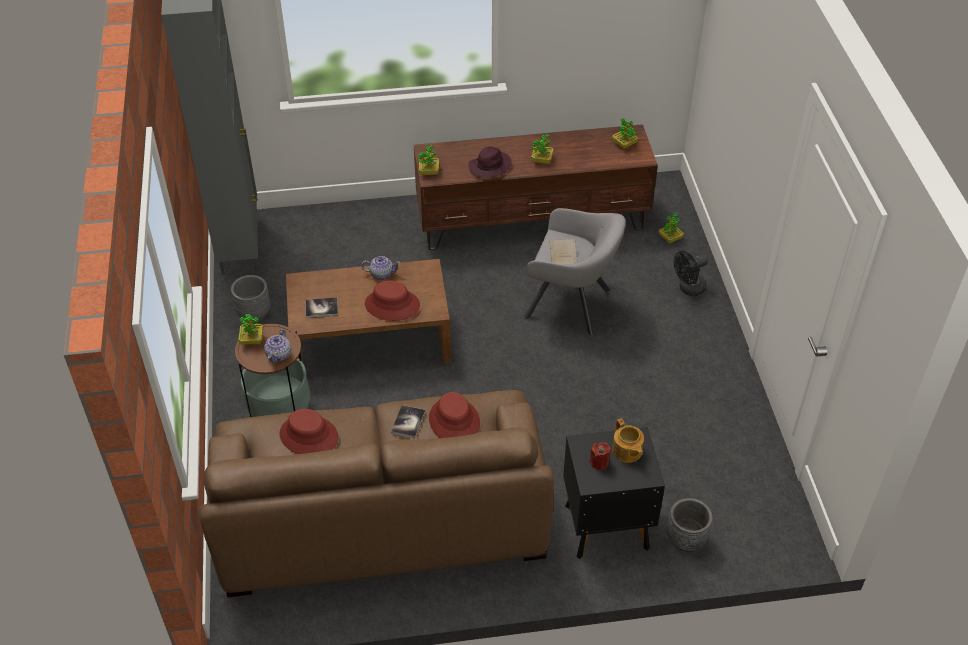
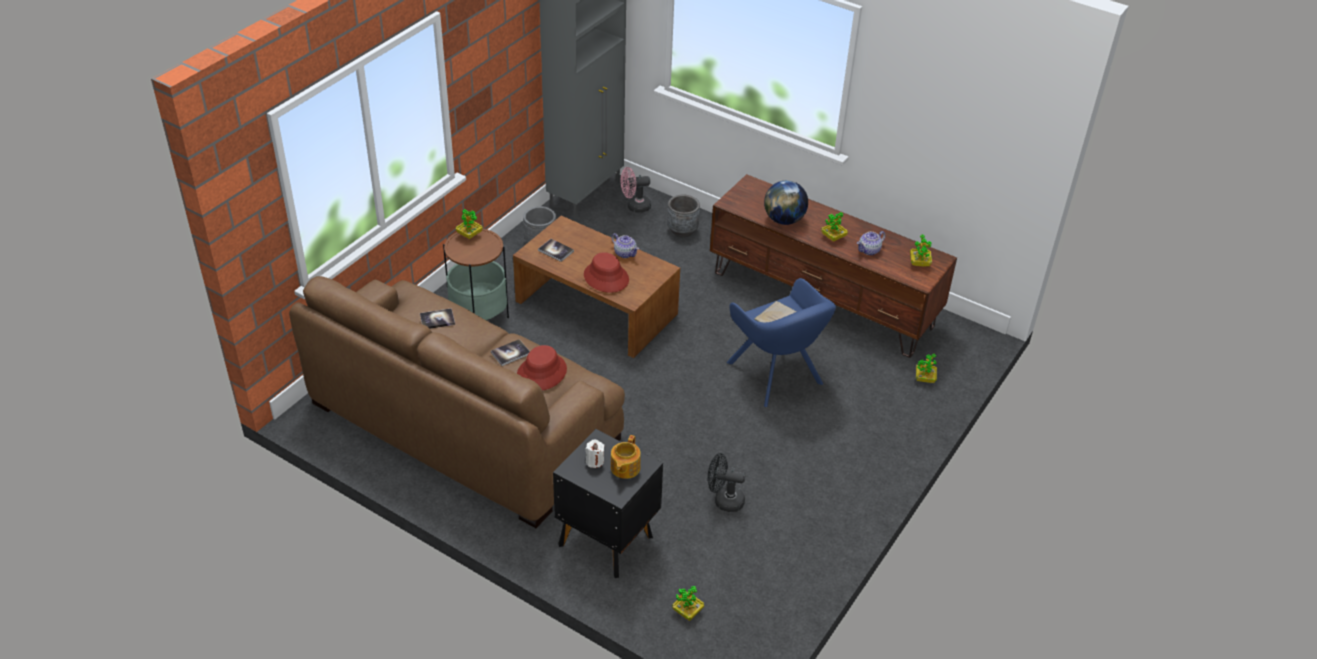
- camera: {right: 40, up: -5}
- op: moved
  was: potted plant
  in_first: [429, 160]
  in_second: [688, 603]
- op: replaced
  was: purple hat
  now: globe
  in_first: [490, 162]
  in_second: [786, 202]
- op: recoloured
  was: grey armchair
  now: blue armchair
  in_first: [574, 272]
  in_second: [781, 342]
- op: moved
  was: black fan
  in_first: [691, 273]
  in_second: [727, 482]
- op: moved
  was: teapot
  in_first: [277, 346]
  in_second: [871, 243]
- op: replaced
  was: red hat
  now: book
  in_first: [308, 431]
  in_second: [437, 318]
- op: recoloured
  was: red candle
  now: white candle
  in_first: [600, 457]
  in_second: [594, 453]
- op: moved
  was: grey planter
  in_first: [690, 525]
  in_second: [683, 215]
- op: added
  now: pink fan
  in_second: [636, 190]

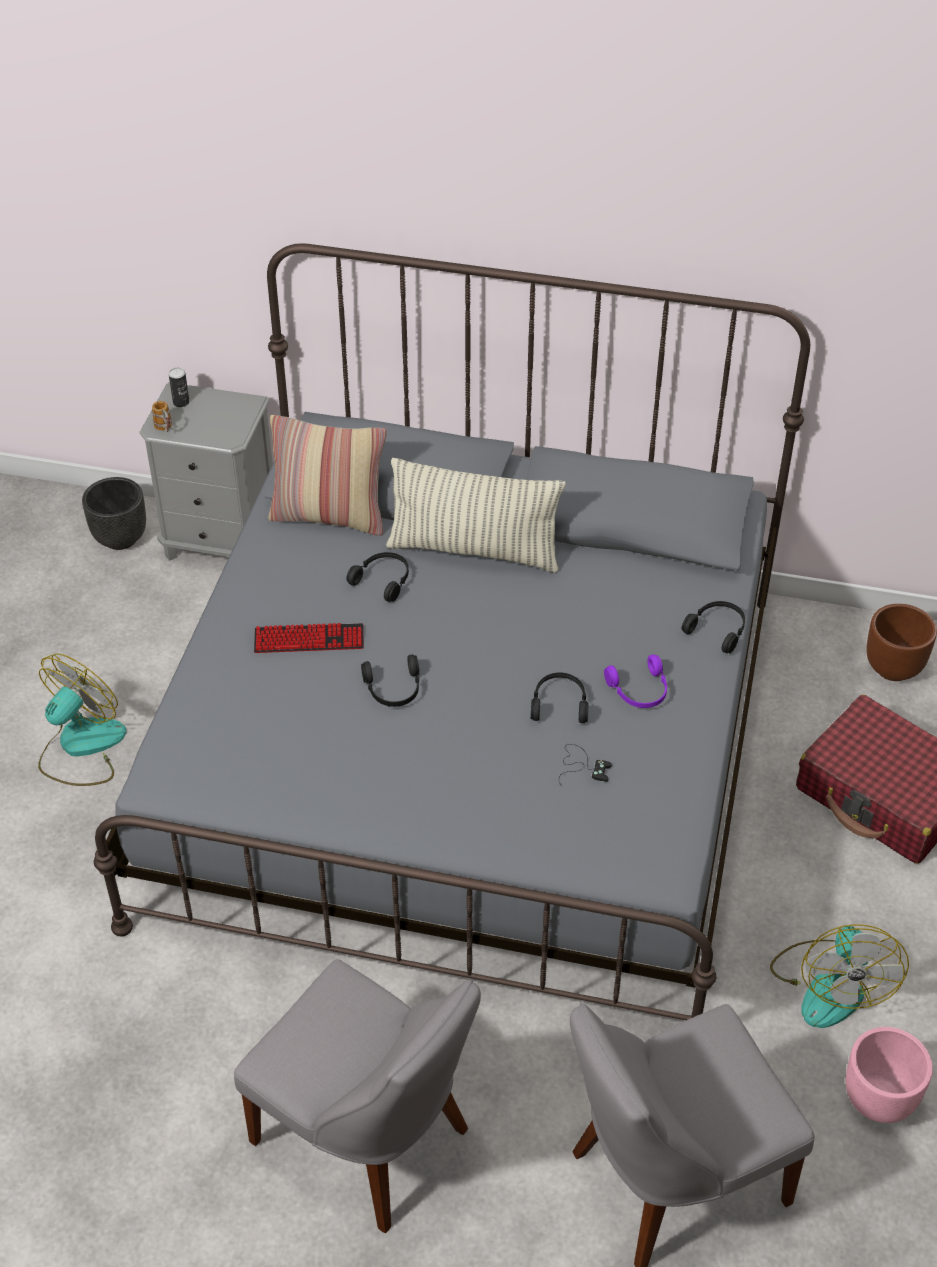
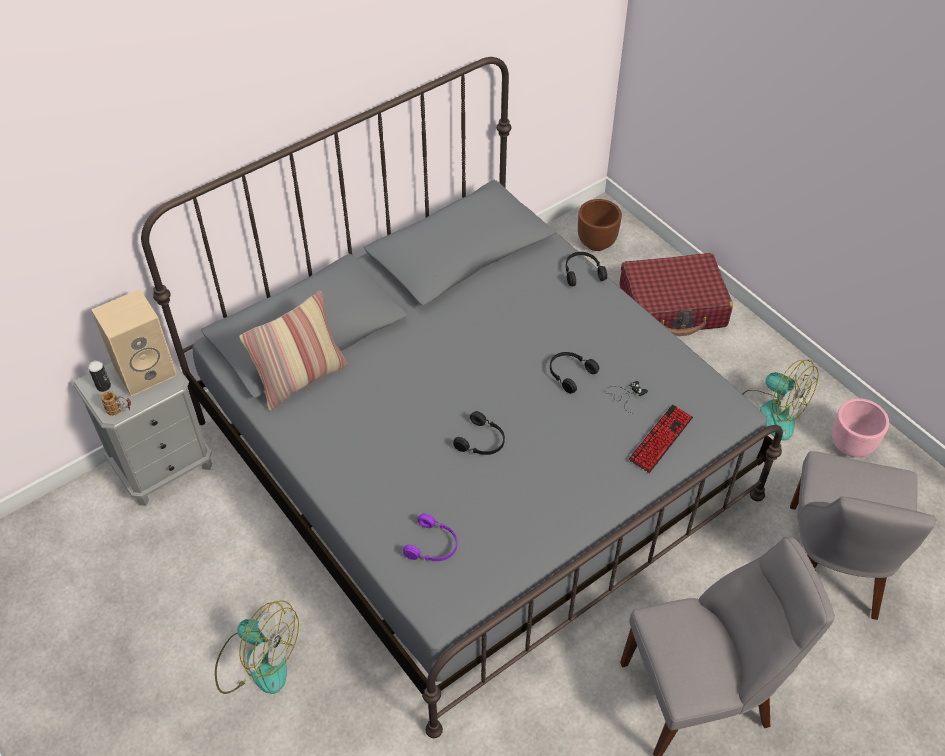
- camera: {right: -50, up: 5}
- op: removed
  was: pillow
  in_first: [476, 515]
- op: removed
  was: black planter
  in_first: [114, 513]
- op: removed
  was: black headphones
  in_first: [377, 577]
- op: moved
  was: keyboard
  in_first: [309, 638]
  in_second: [660, 439]
- op: turned
  was: fan
  in_first: [82, 719]
  in_second: [257, 647]
  clockwise: 135
- op: moved
  was: purple headphones
  in_first: [635, 681]
  in_second: [430, 537]
- op: added
  now: beige speaker
  in_second: [134, 342]

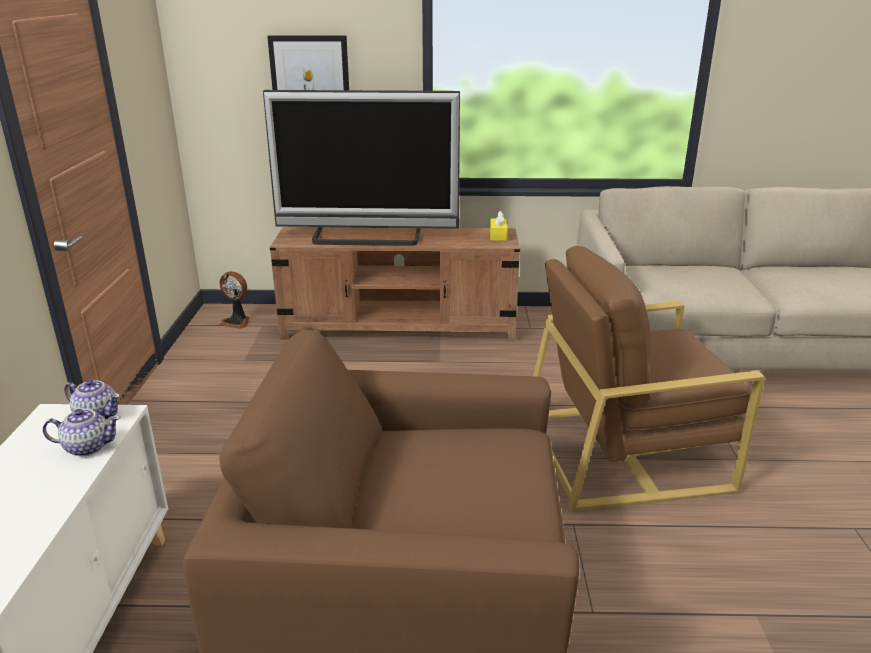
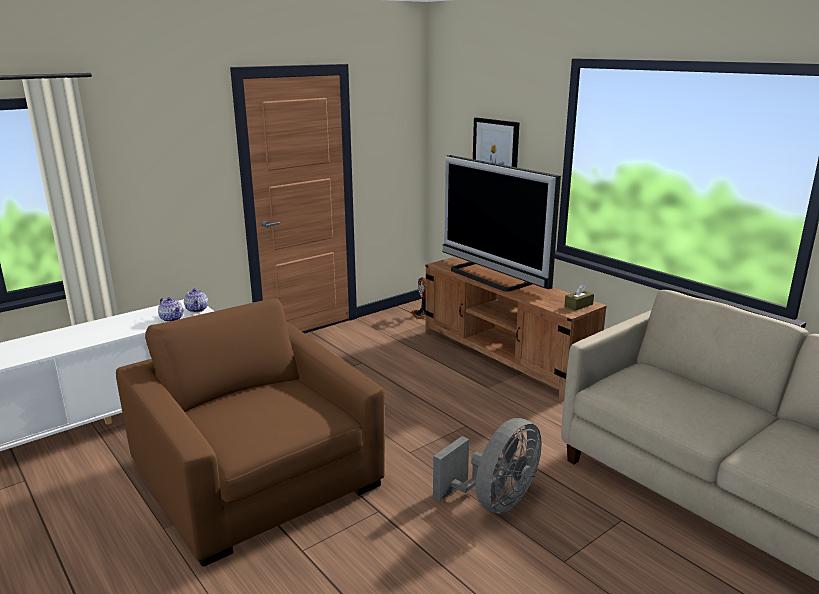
- camera: {right: 50, up: -5}
- op: recoloured
  was: yellow tissue box
  now: brown tissue box
  in_first: [498, 226]
  in_second: [579, 297]
- op: replaced
  was: brown armchair
  now: grey fan
  in_first: [649, 378]
  in_second: [487, 466]

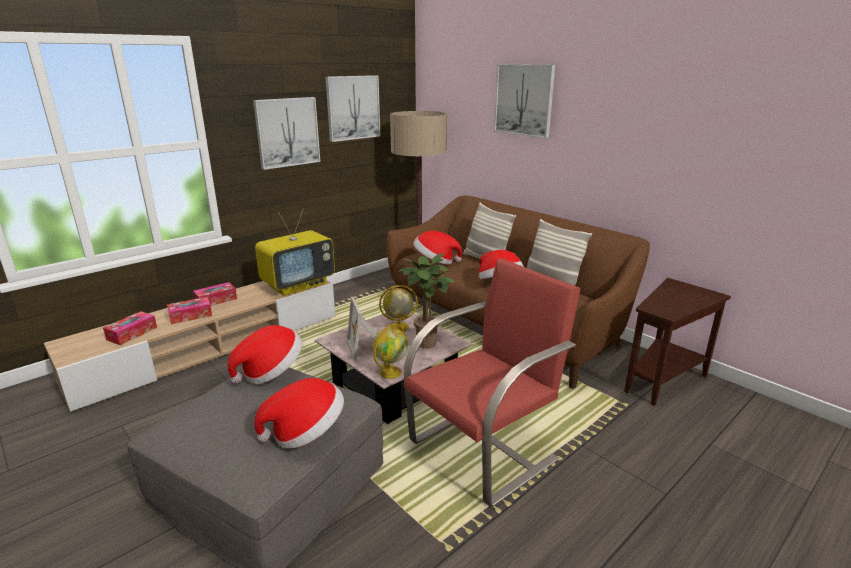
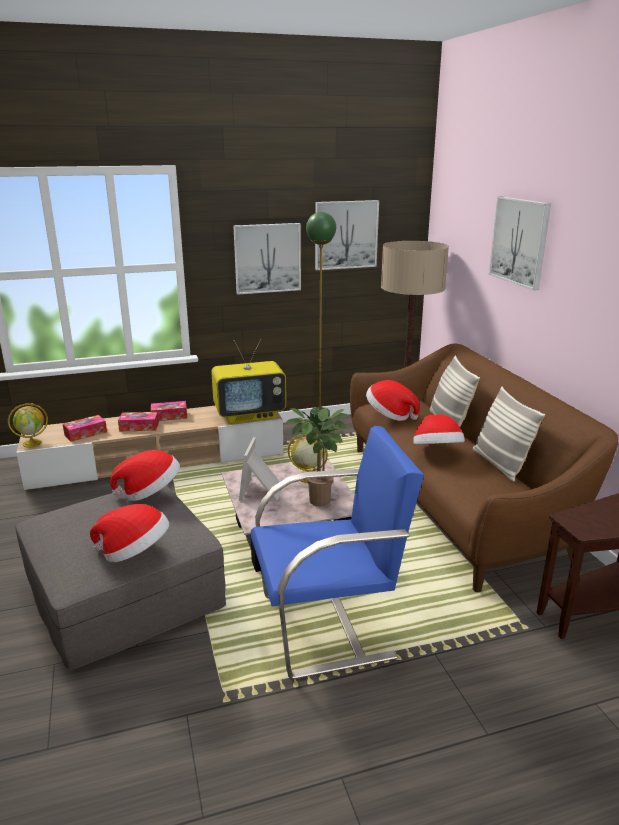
- camera: {right: 25, up: 0}
- op: recoloured
  was: red armchair
  now: blue armchair
  in_first: [492, 383]
  in_second: [337, 553]
- op: moved
  was: globe
  in_first: [390, 351]
  in_second: [28, 425]
- op: added
  now: green floor lamp
  in_second: [321, 323]

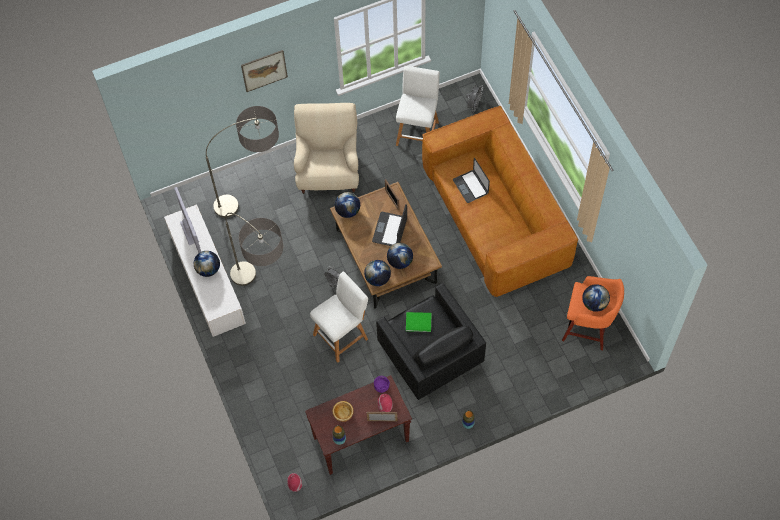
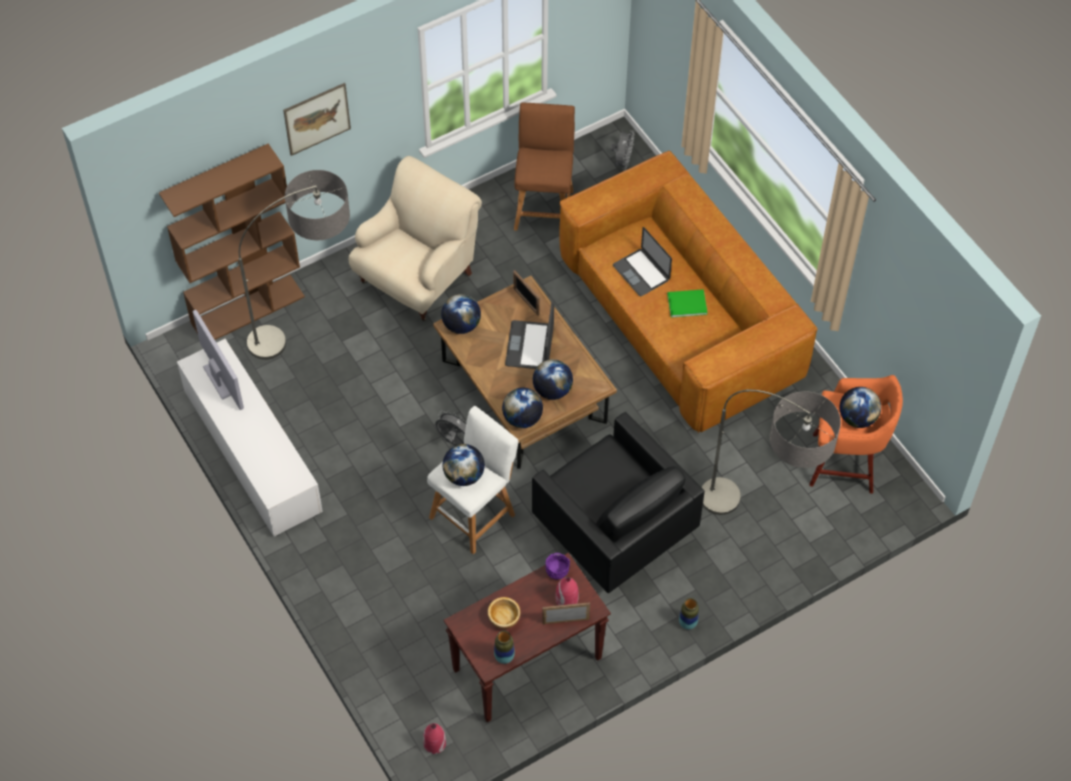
- camera: {right: -10, up: -5}
- op: recoloured
  was: white stool
  now: brown stool
  in_first: [418, 106]
  in_second: [544, 167]
- op: turned
  was: beige armchair
  in_first: [326, 148]
  in_second: [415, 238]
  clockwise: 45
- op: moved
  was: floor lamp
  in_first: [254, 249]
  in_second: [771, 452]
- op: moved
  was: globe
  in_first: [207, 264]
  in_second: [464, 465]
- op: moved
  was: green book
  in_first: [419, 322]
  in_second: [687, 303]
- op: added
  now: brown bookcase
  in_second: [232, 242]

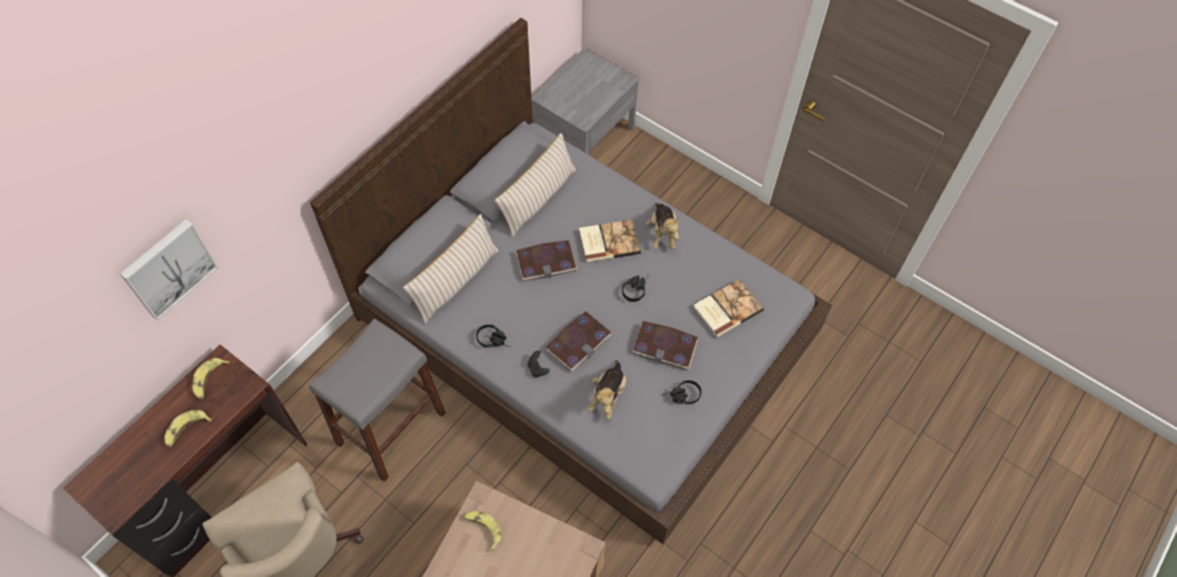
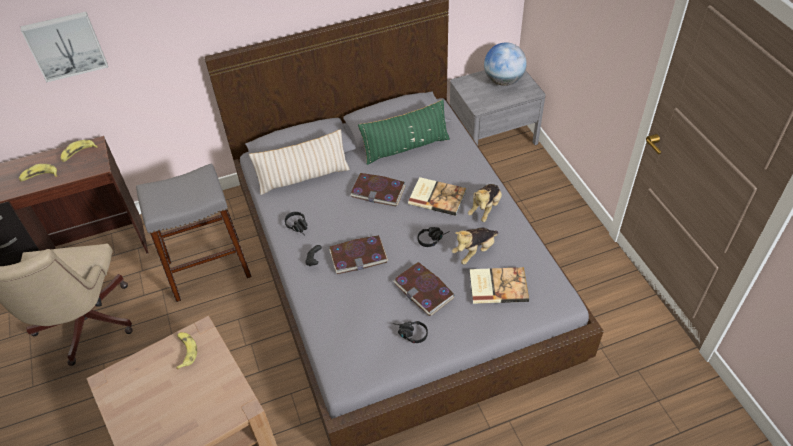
- camera: {right: 35, up: -10}
- op: recoloured
  was: beige pillow
  now: green pillow
  in_first: [535, 185]
  in_second: [404, 132]
- op: moved
  was: plush toy
  in_first: [607, 390]
  in_second: [475, 246]
- op: added
  now: globe
  in_second: [505, 64]

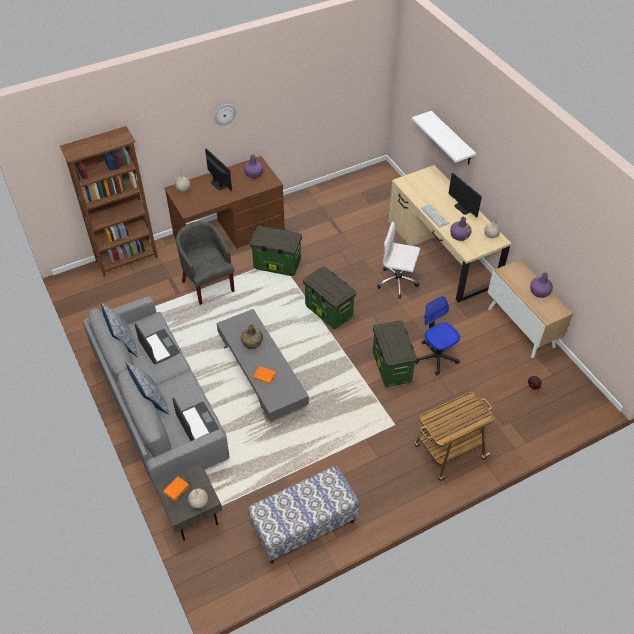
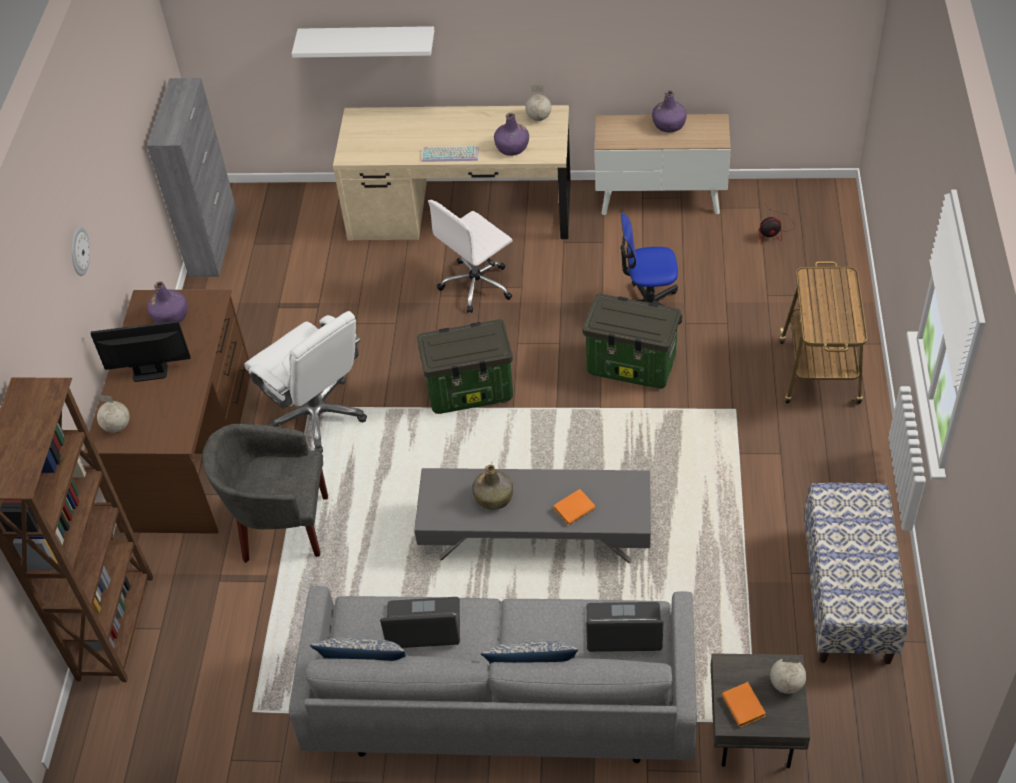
- camera: {right: -55, up: 0}
- op: removed
  was: monitor
  in_first: [465, 195]
- op: replaced
  was: storage box
  now: white office chair
  in_first: [276, 251]
  in_second: [306, 382]
- op: added
  now: grey cabinet
  in_second: [192, 177]

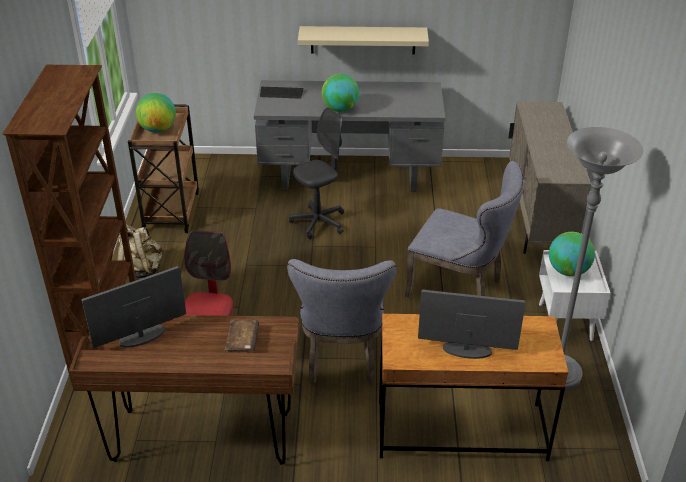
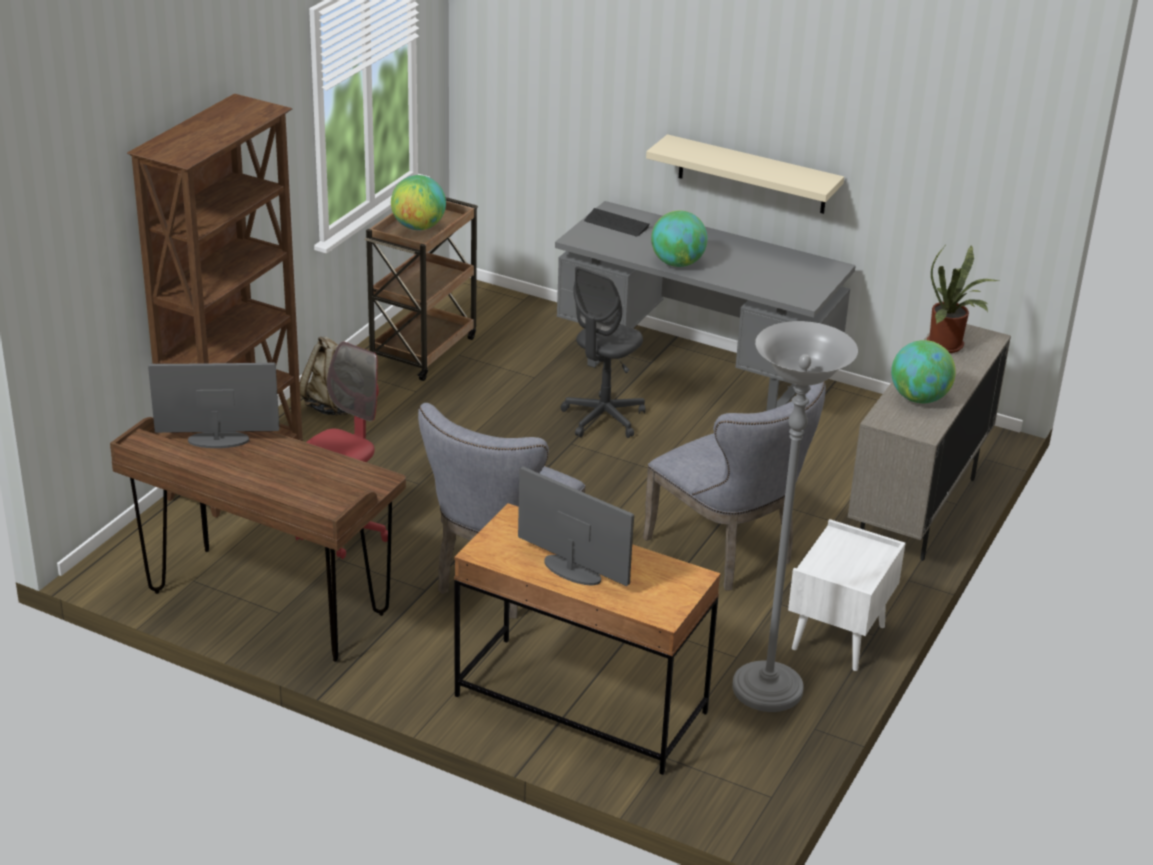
- camera: {right: 25, up: -5}
- op: turned
  was: grey office chair
  in_first: [316, 173]
  in_second: [603, 352]
  clockwise: 135
- op: moved
  was: globe
  in_first: [572, 254]
  in_second: [923, 371]
- op: removed
  was: brown book
  in_first: [242, 336]
- op: added
  now: potted plant
  in_second: [963, 299]

